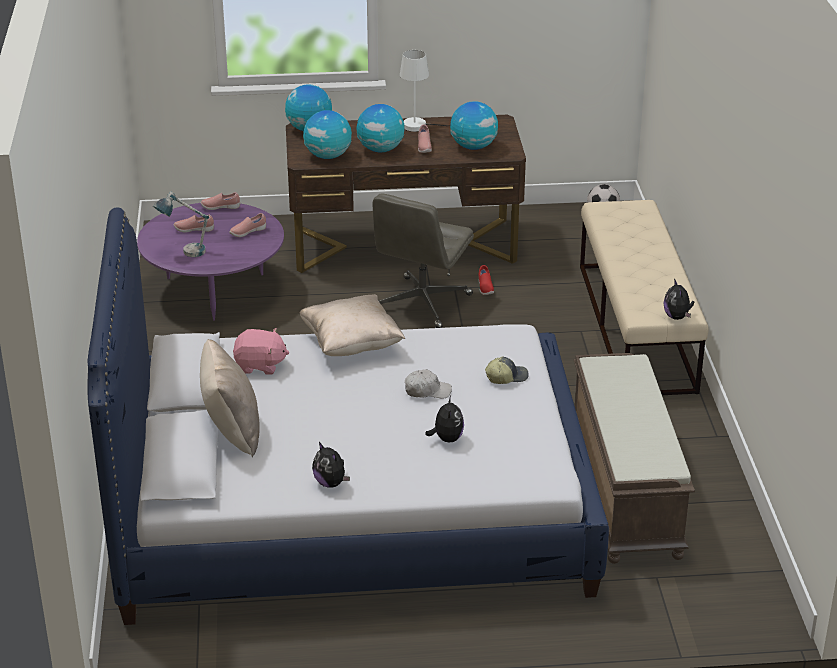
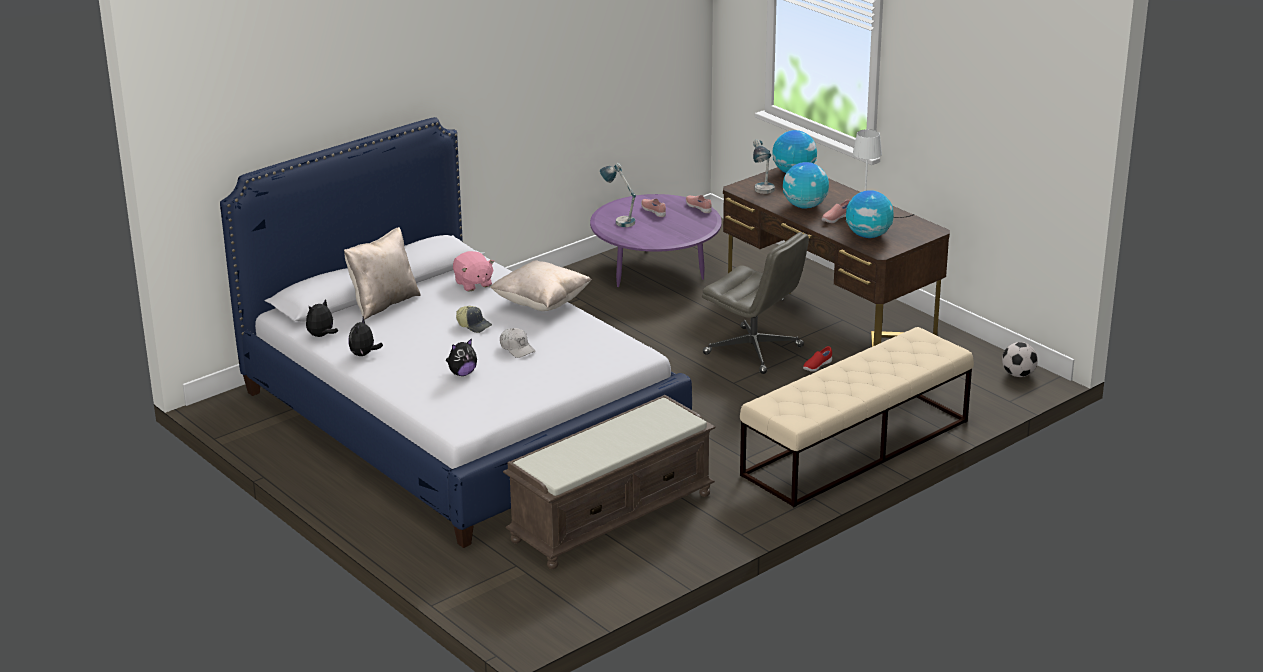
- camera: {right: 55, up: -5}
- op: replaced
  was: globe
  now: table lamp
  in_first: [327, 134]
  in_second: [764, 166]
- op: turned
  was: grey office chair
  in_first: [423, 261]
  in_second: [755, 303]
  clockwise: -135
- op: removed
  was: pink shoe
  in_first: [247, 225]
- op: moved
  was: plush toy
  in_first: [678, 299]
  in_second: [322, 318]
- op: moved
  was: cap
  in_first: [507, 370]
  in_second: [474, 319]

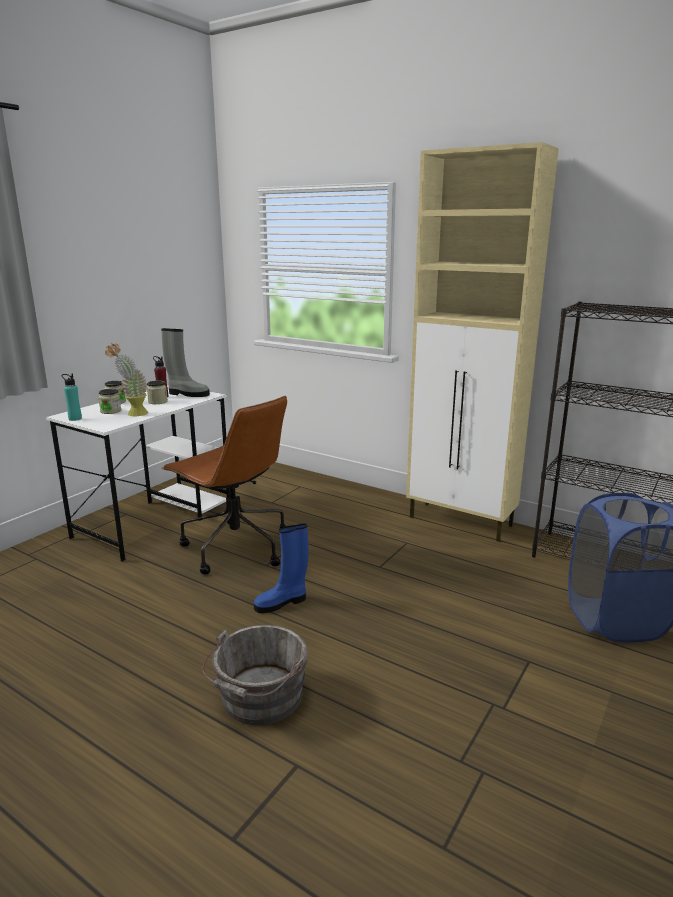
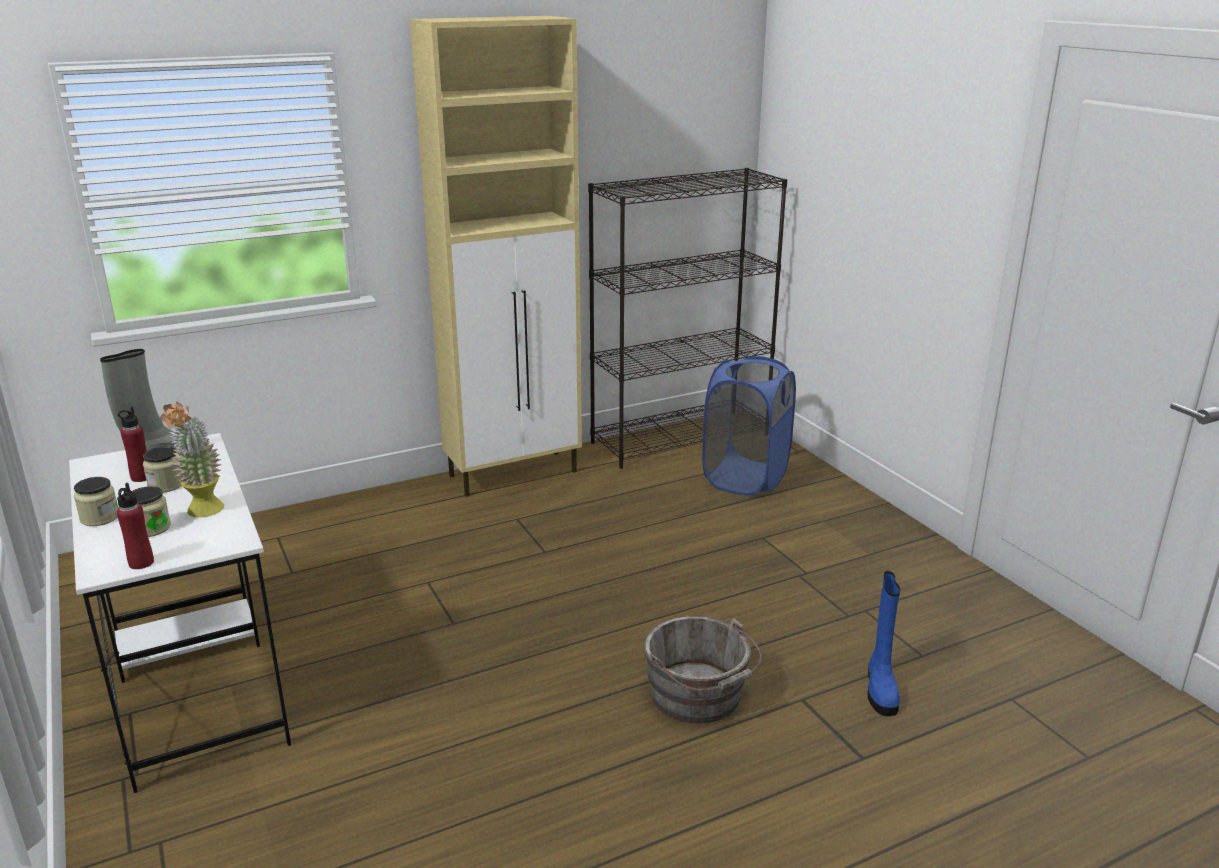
- camera: {right: -60, up: 5}
- op: recoloured
  was: turquoise bottle
  now: red bottle
  in_first: [72, 397]
  in_second: [135, 526]
- op: removed
  was: brown office chair
  in_first: [224, 485]
- op: moved
  was: blue boot
  in_first: [281, 568]
  in_second: [883, 643]

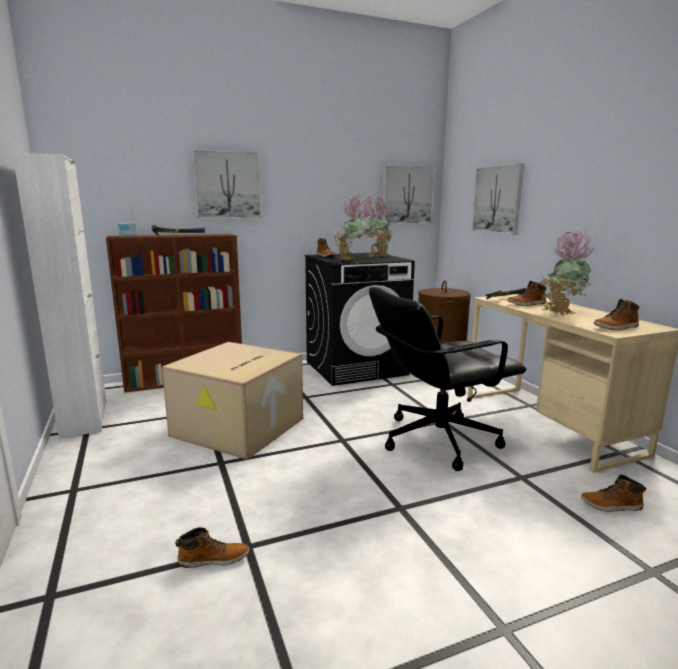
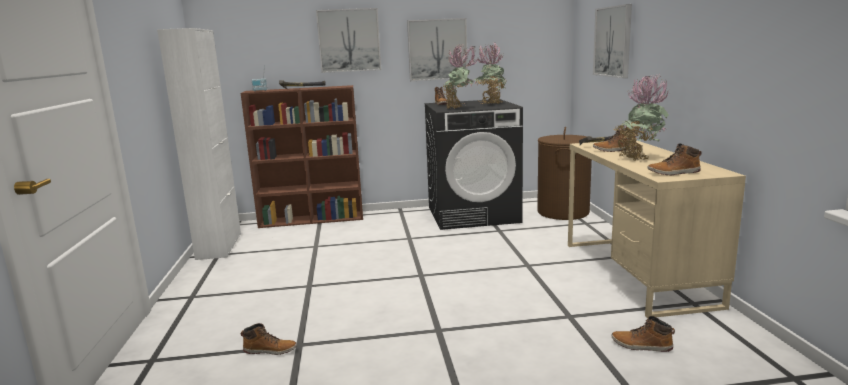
- camera: {right: 15, up: 0}
- op: moved
  was: picture
  in_first: [408, 195]
  in_second: [437, 49]
- op: removed
  was: black office chair
  in_first: [447, 379]
- op: removed
  was: cardboard box
  in_first: [232, 401]

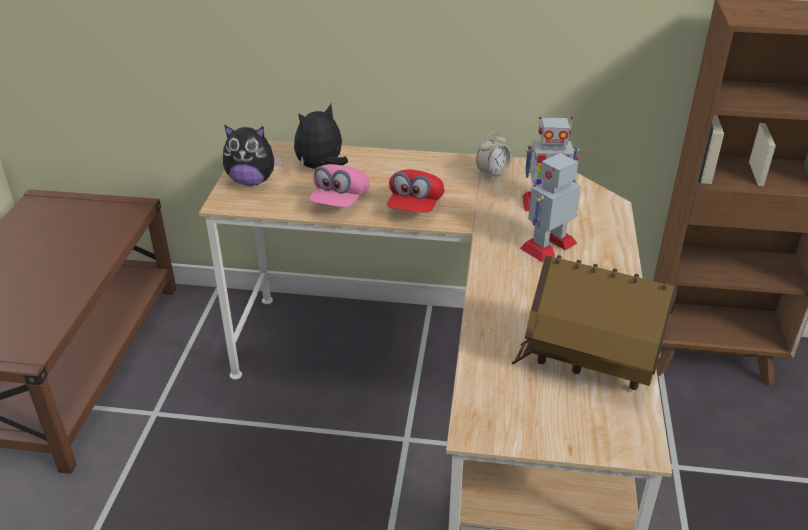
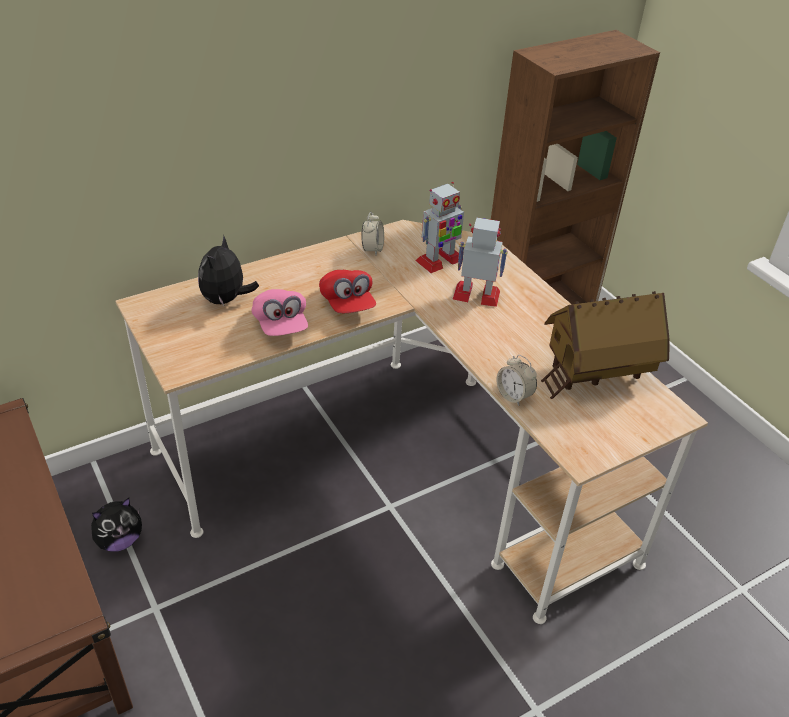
- camera: {right: -40, up: 5}
- op: moved
  was: plush toy
  in_first: [252, 155]
  in_second: [116, 525]
- op: turned
  was: toy robot
  in_first: [549, 207]
  in_second: [480, 262]
  clockwise: 90
- op: added
  now: alarm clock
  in_second: [516, 380]

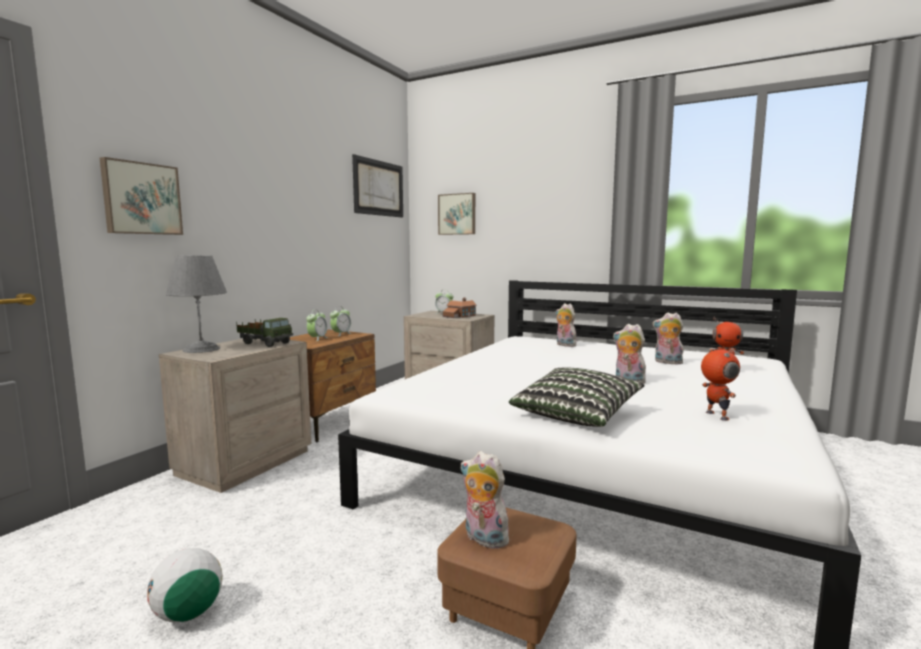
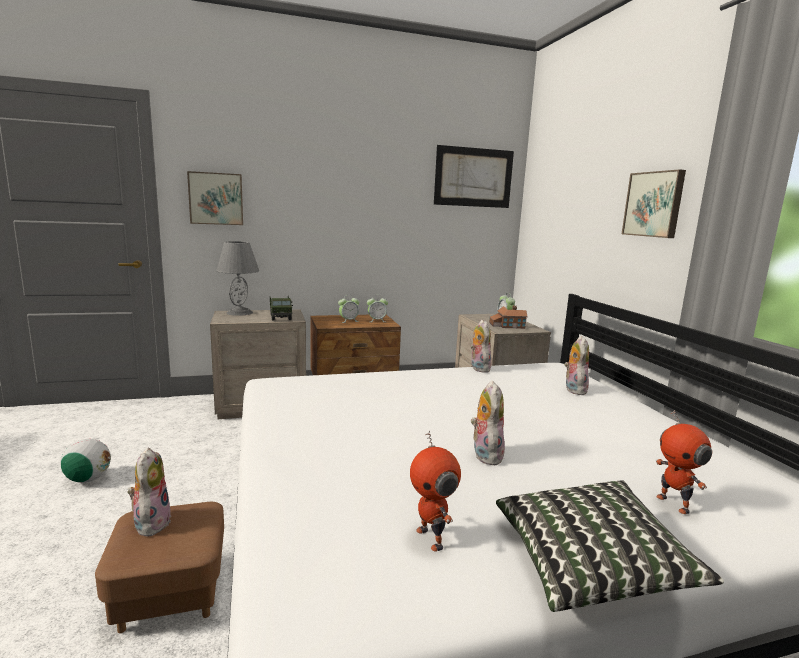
- camera: {right: 45, up: 5}
- op: moved
  was: picture
  in_first: [456, 214]
  in_second: [654, 203]
- op: moved
  was: plush toy
  in_first: [668, 338]
  in_second: [480, 346]
- op: turned
  was: toy robot
  in_first: [720, 384]
  in_second: [435, 491]
  clockwise: 120
- op: moved
  was: pillow
  in_first: [577, 397]
  in_second: [610, 546]

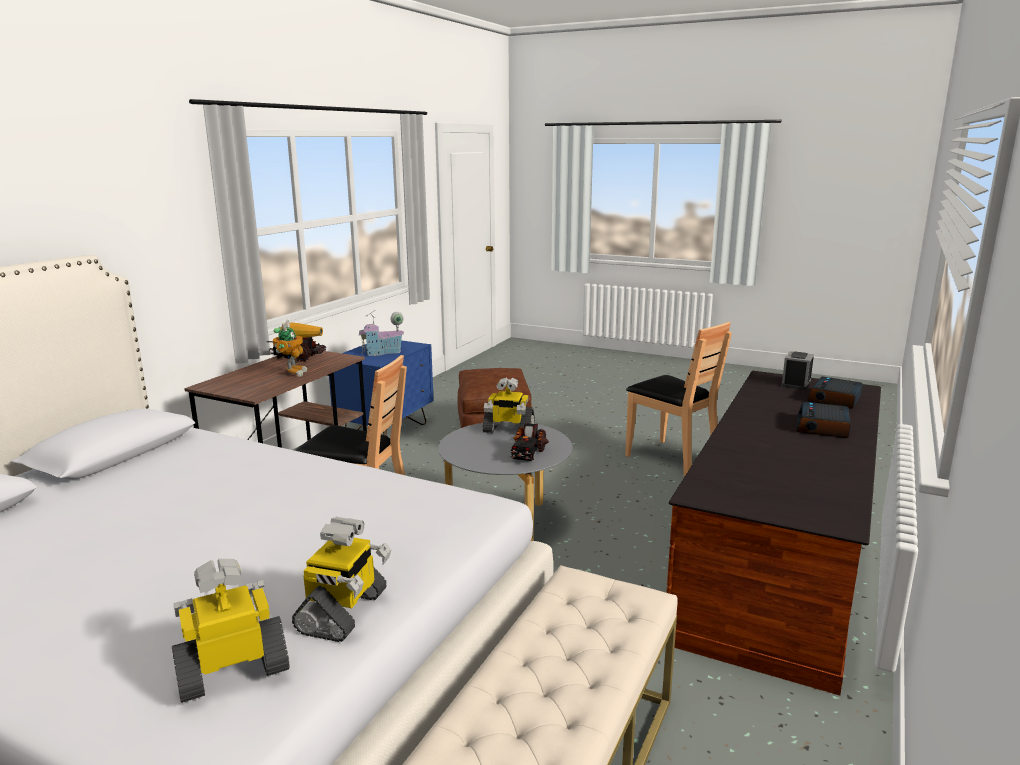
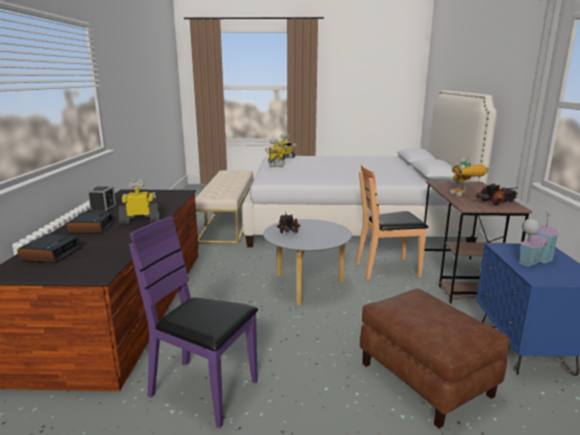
- camera: {right: 155, up: 0}
- op: recoloured
  was: brown chair
  now: purple chair
  in_first: [678, 399]
  in_second: [193, 322]
- op: moved
  was: alarm clock
  in_first: [797, 370]
  in_second: [102, 199]
- op: moved
  was: toy robot
  in_first: [509, 405]
  in_second: [139, 202]

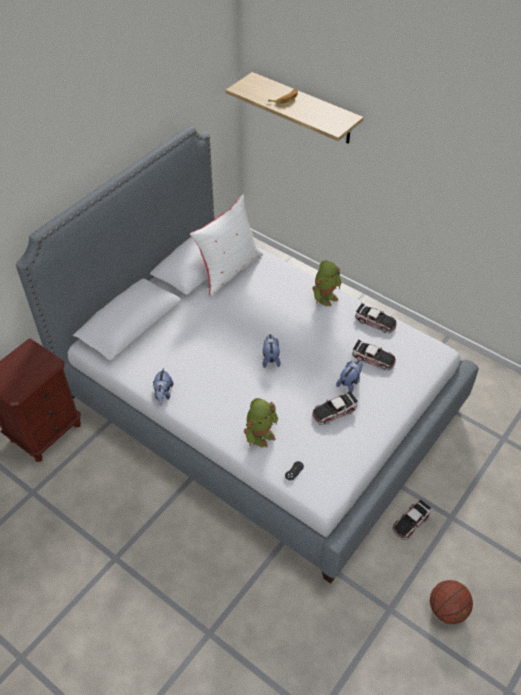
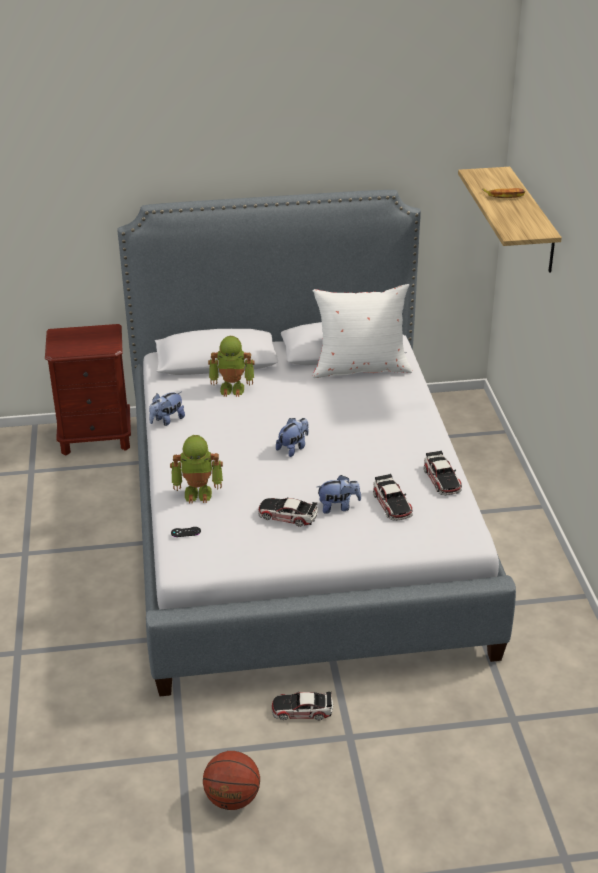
- camera: {right: 45, up: -15}
- op: moved
  was: toy robot
  in_first: [327, 283]
  in_second: [231, 366]

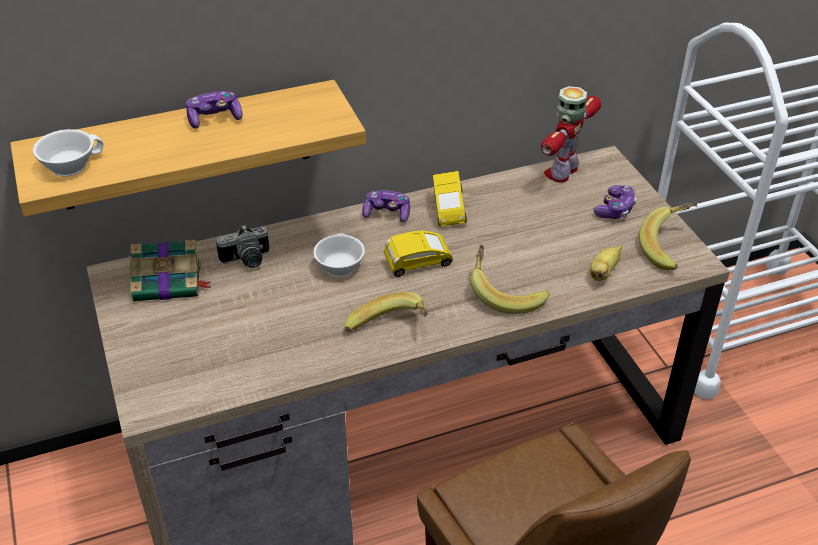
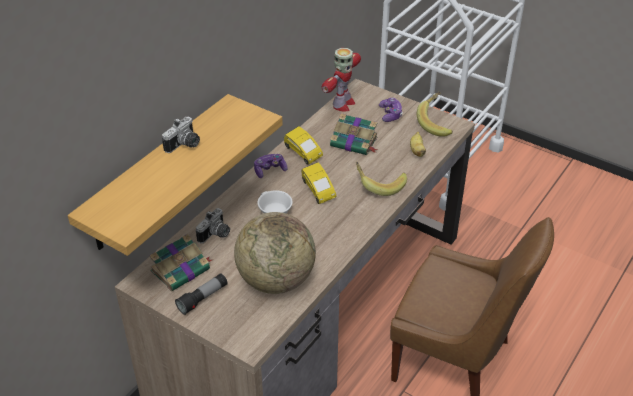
- camera: {right: -35, up: 0}
- op: turned
  was: toy robot
  in_first: [571, 134]
  in_second: [341, 79]
  clockwise: -150
- op: replaced
  was: game controller
  now: photo camera
  in_first: [214, 110]
  in_second: [181, 135]
- op: removed
  was: white cup
  in_first: [68, 153]
- op: turned
  was: yellow toy car
  in_first: [418, 254]
  in_second: [319, 183]
  clockwise: 120
- op: removed
  was: banana
  in_first: [386, 312]
- op: added
  now: book
  in_second: [354, 134]
- op: added
  now: globe
  in_second: [275, 253]
- op: added
  now: flashlight
  in_second: [201, 294]

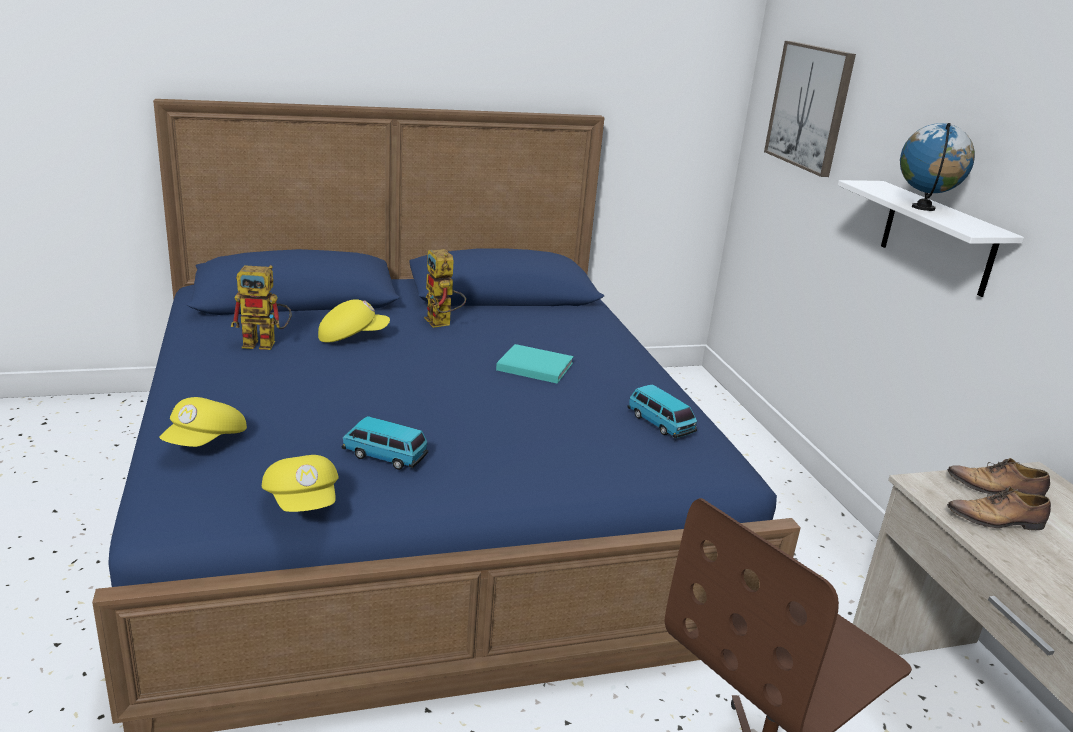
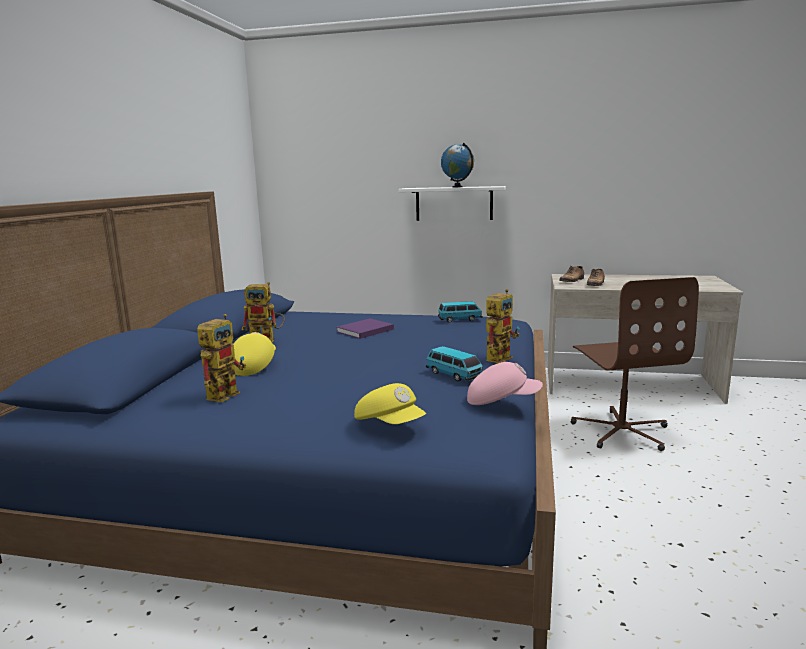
- camera: {right: -60, up: -10}
- op: removed
  was: picture
  in_first: [810, 109]
- op: recoloured
  was: turquoise book
  now: purple book
  in_first: [535, 364]
  in_second: [365, 329]
- op: turned
  was: toy car
  in_first: [385, 443]
  in_second: [454, 363]
  clockwise: -90
- op: recoloured
  was: yellow cap
  now: pink cap
  in_first: [300, 483]
  in_second: [505, 383]
- op: added
  now: toy robot
  in_second: [503, 326]

